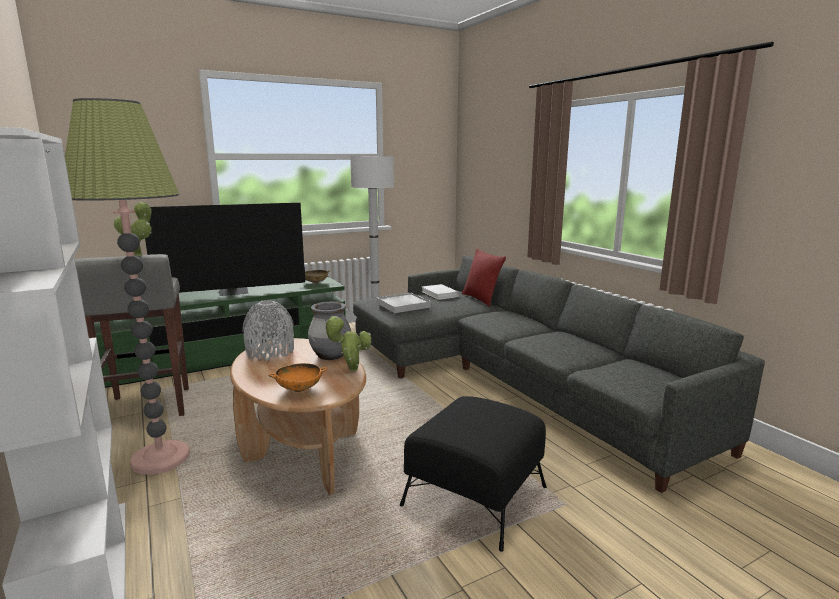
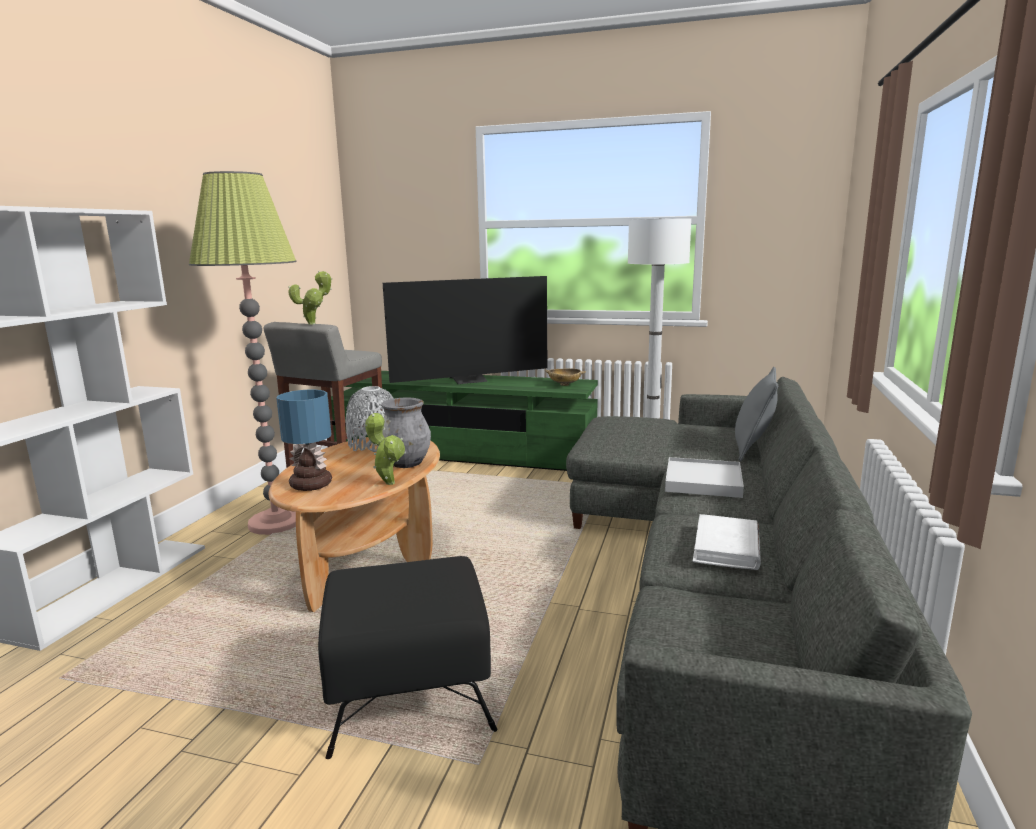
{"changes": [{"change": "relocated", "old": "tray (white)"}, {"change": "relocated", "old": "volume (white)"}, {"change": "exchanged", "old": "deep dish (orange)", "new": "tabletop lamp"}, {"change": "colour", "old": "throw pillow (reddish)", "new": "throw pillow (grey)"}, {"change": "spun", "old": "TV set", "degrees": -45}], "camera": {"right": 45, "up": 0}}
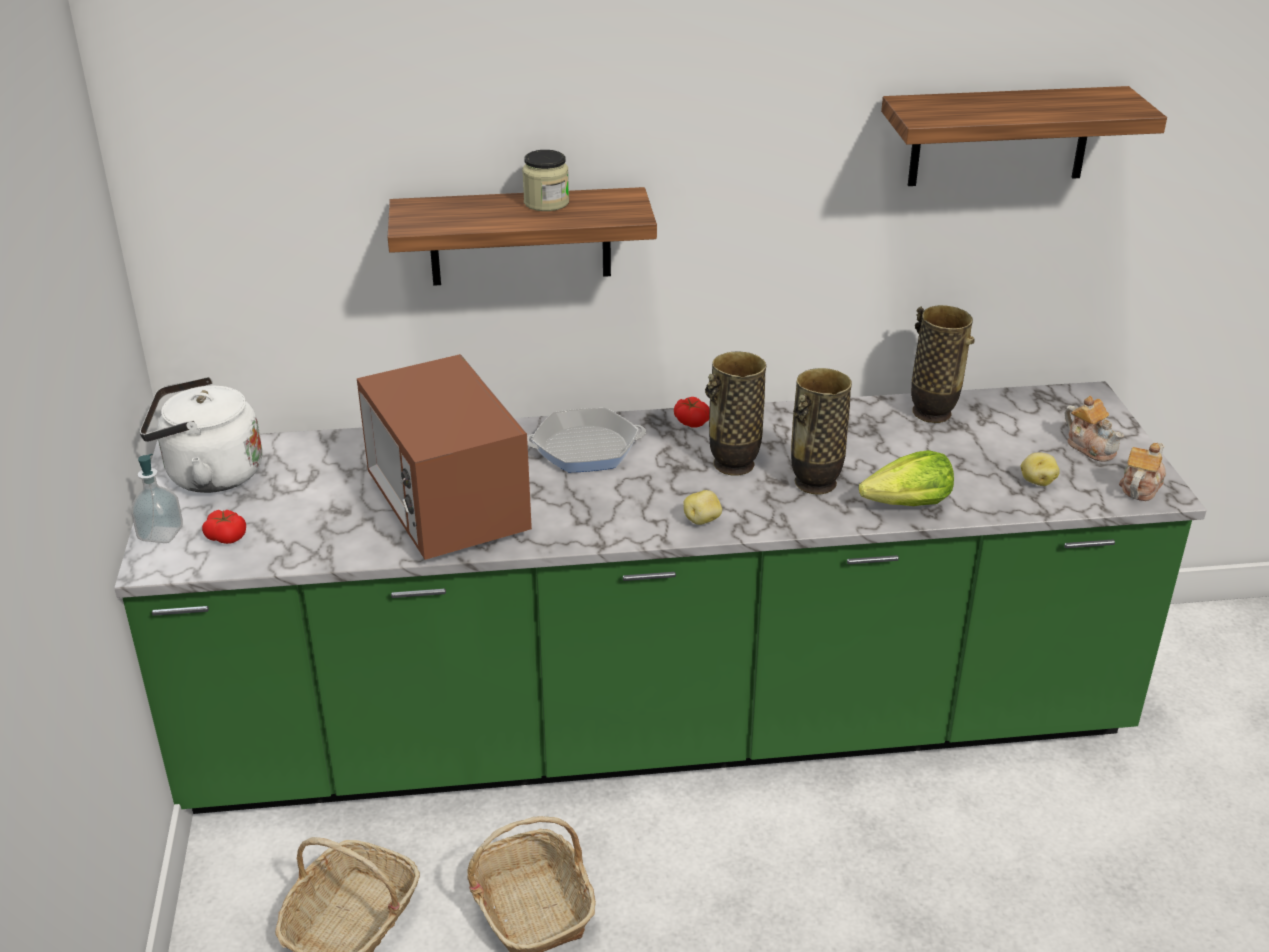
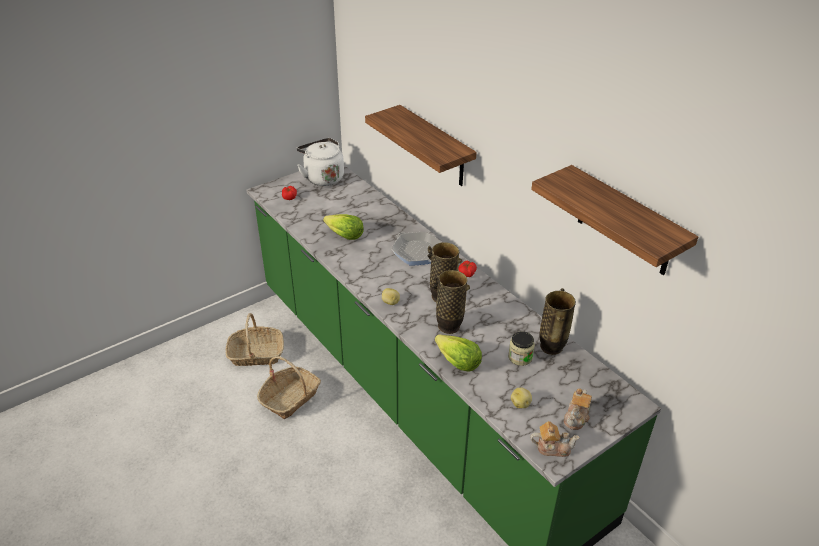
{"changes": [{"change": "missing", "old": "soap dispenser"}, {"change": "relocated", "old": "storage jar"}, {"change": "exchanged", "old": "microwave oven", "new": "head of lettuce (no. 1 from left)"}], "camera": {"right": 60, "up": 5}}
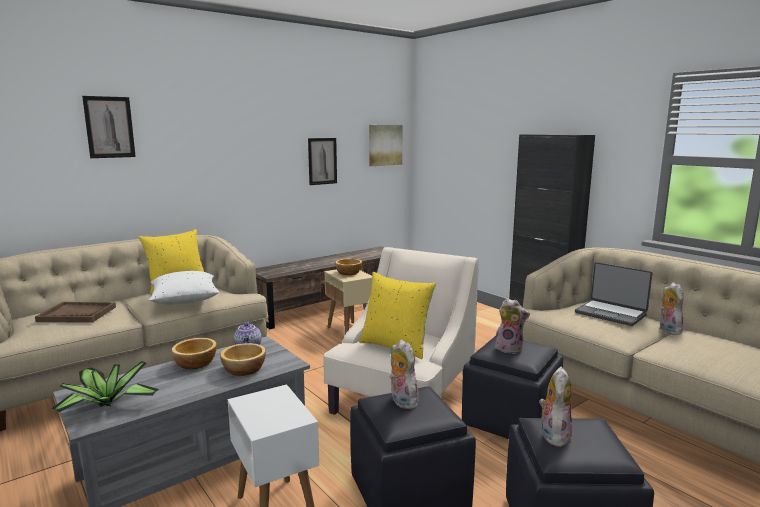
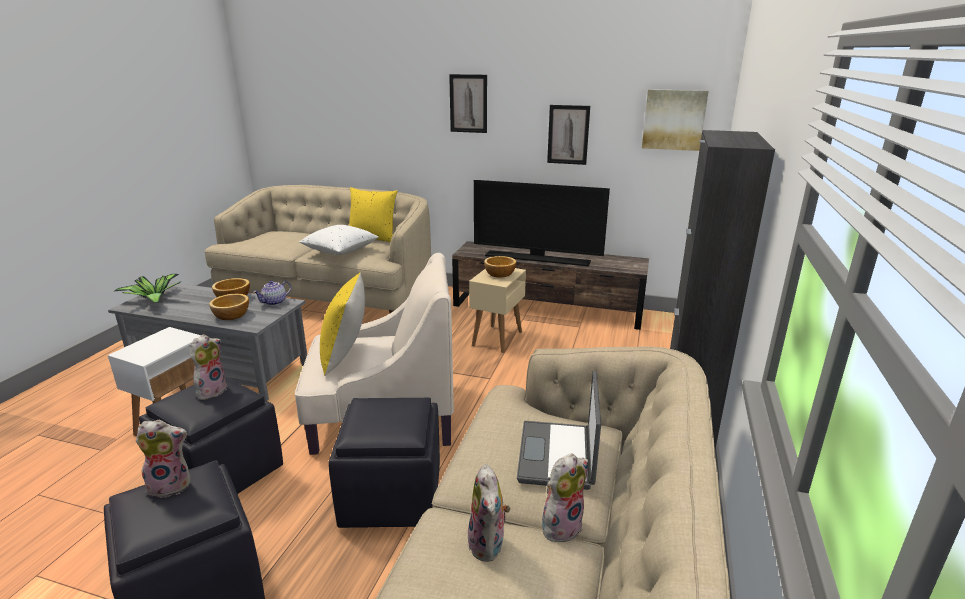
{"changes": [{"change": "missing", "old": "tray (brown)"}, {"change": "appeared", "new": "TV set"}, {"change": "relocated", "old": "picture (no. 1 from left)"}, {"change": "relocated", "old": "plush toy (no. 2 from left in the first image)", "new": "plush toy (no. 3 from left)"}], "camera": {"right": 55, "up": 10}}
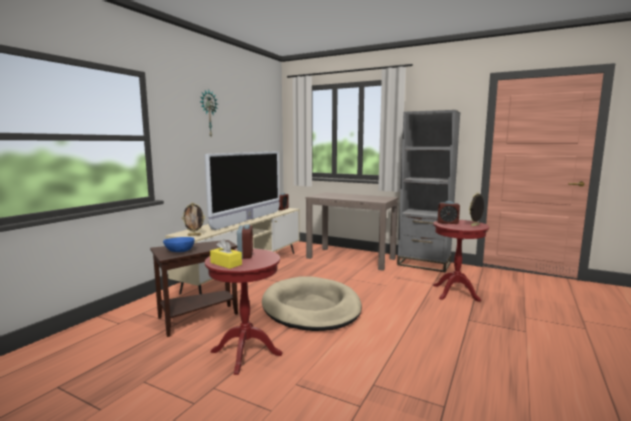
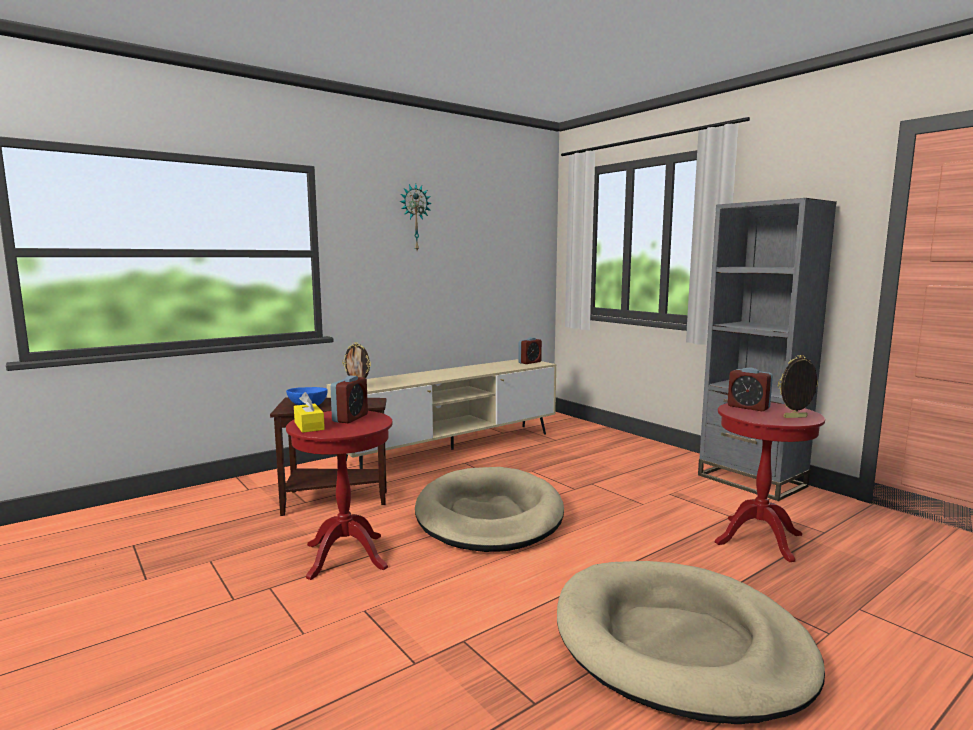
{"changes": [{"change": "missing", "old": "TV set"}, {"change": "missing", "old": "narrow table (brown)"}, {"change": "appeared", "new": "pet bed (beige) (no. 2 from left)"}], "camera": {"right": 25, "up": 0}}
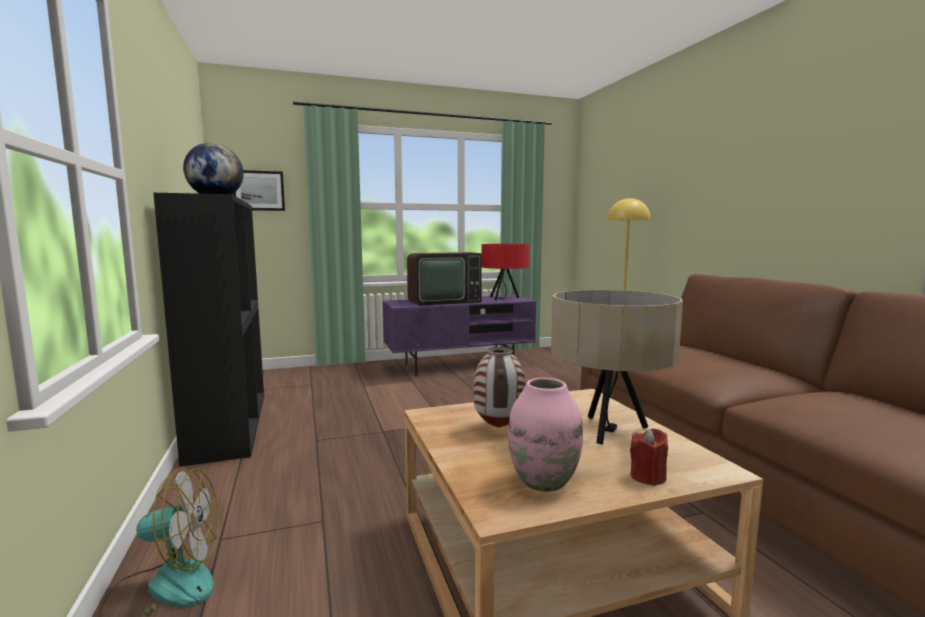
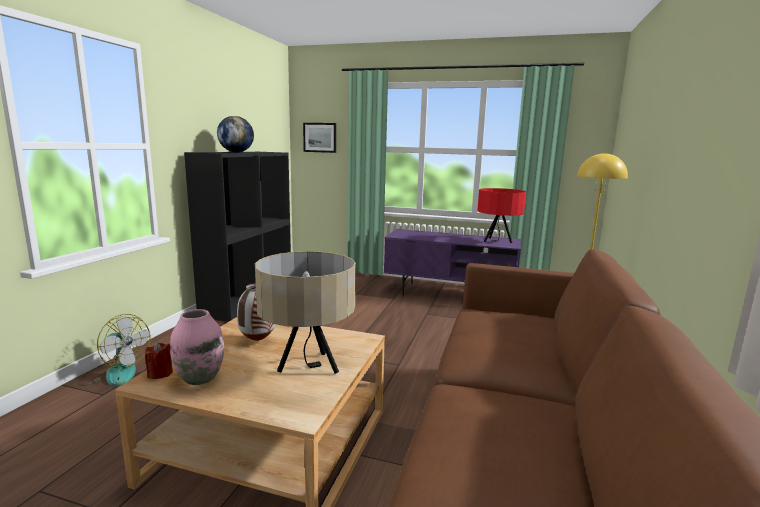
{"changes": [{"change": "missing", "old": "TV set"}, {"change": "relocated", "old": "wax light (reddish)"}], "camera": {"right": 35, "up": 5}}
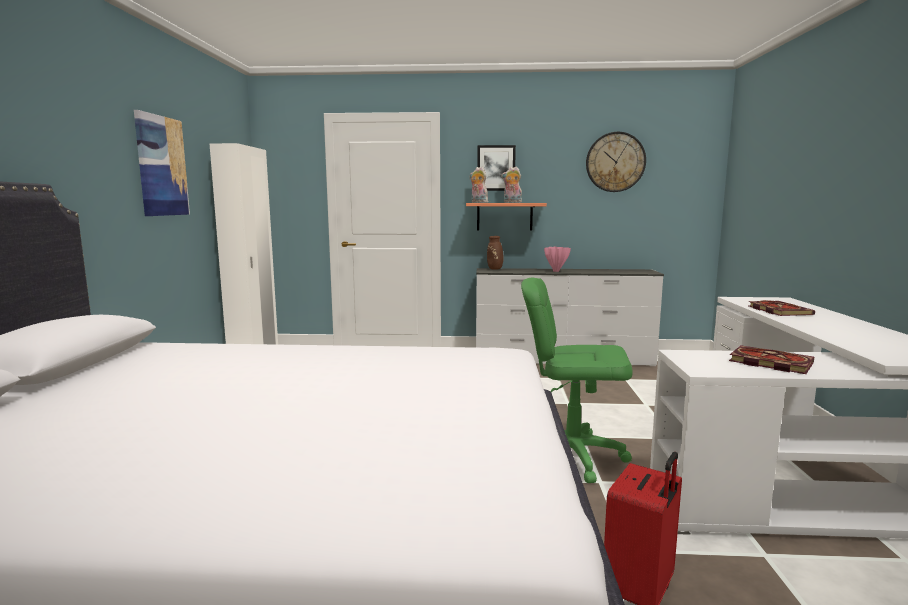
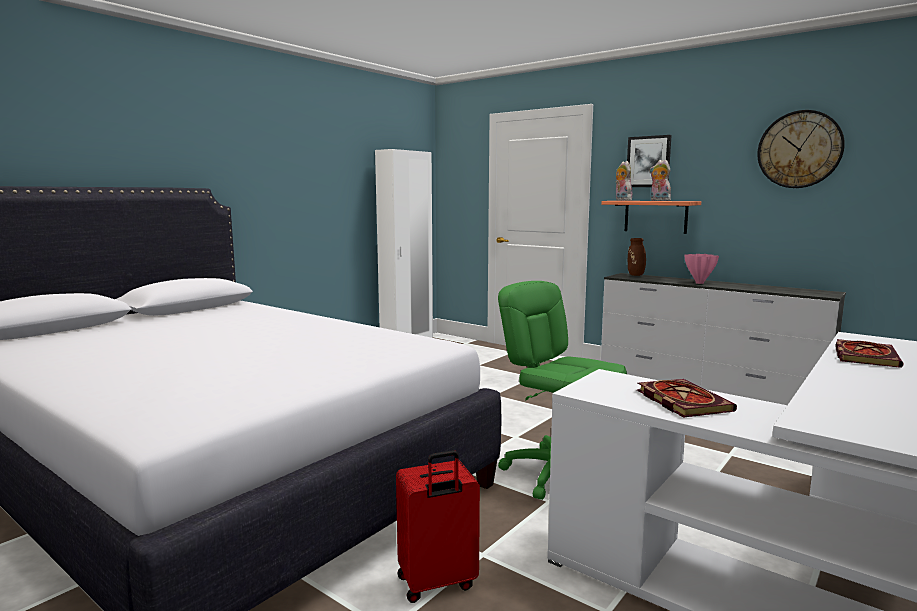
{"changes": [{"change": "missing", "old": "picture (no. 1 from left)"}], "camera": {"right": 35, "up": 0}}
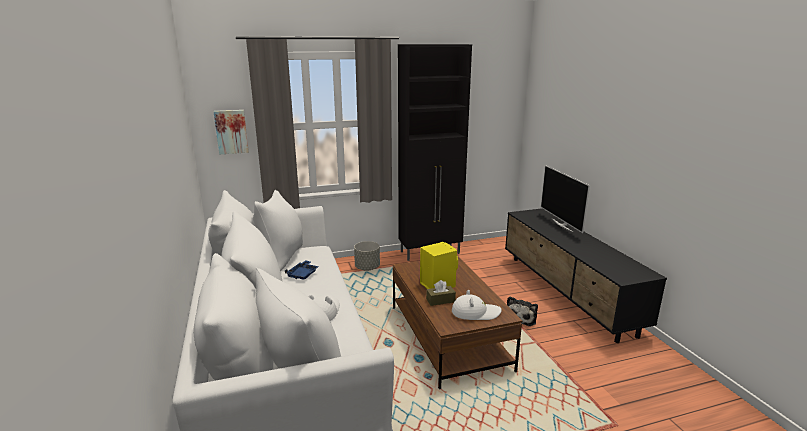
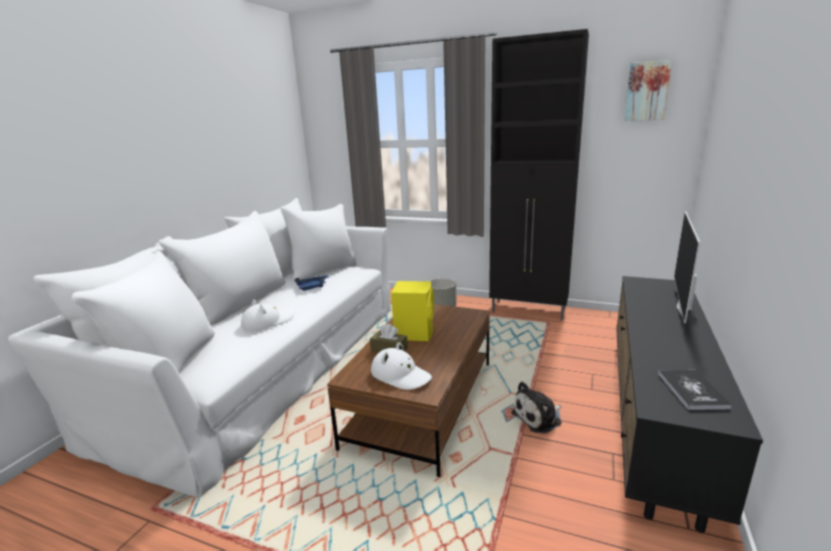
{"changes": [{"change": "appeared", "new": "volume"}, {"change": "relocated", "old": "picture"}], "camera": {"right": 40, "up": 0}}
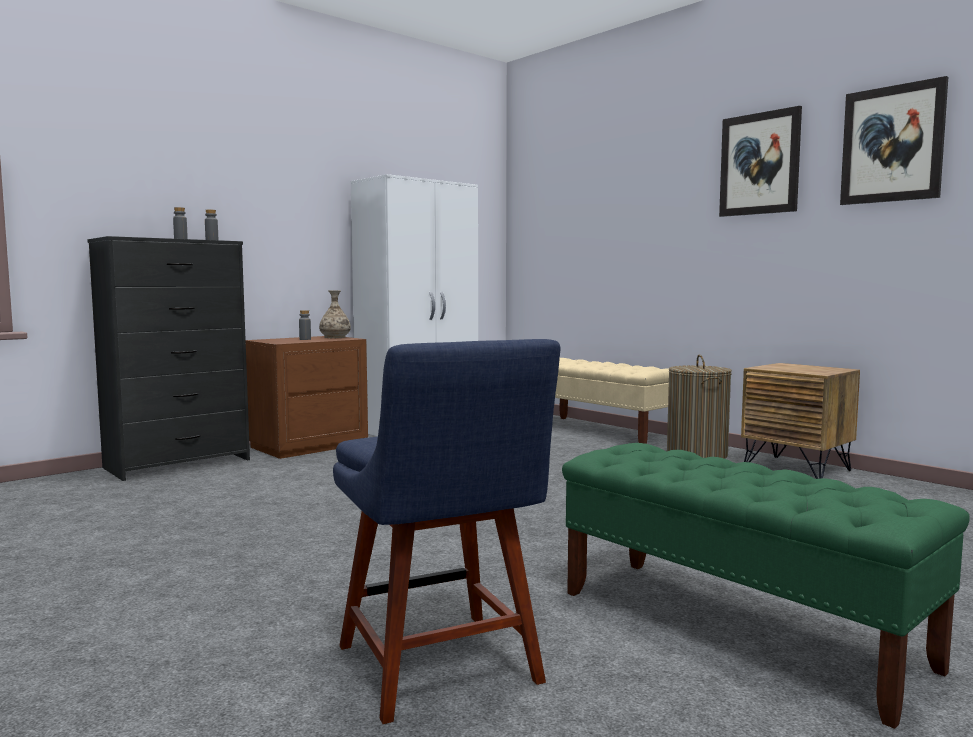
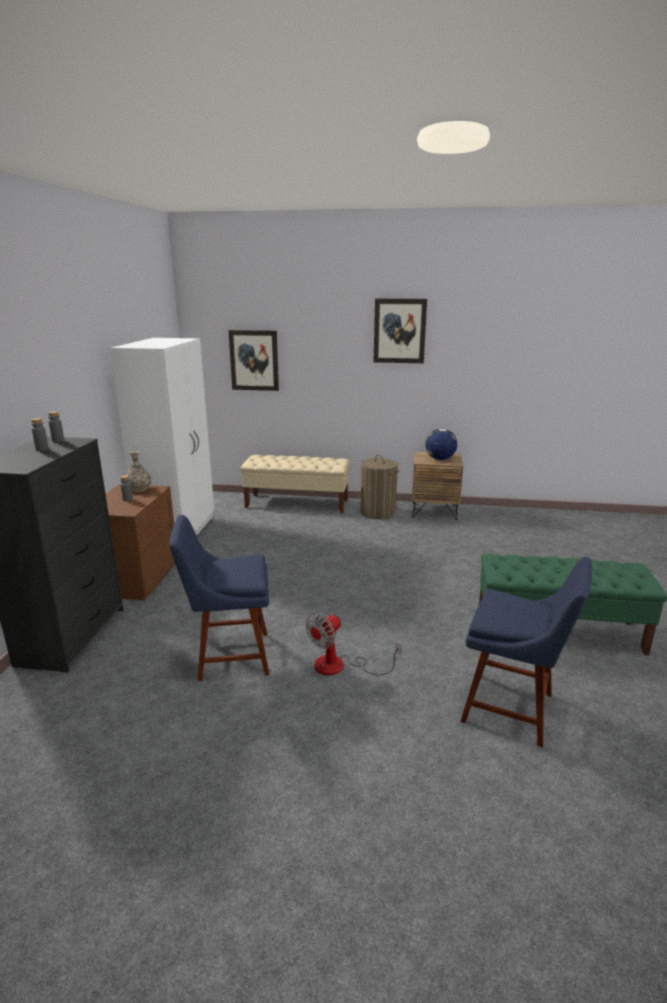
{"changes": [{"change": "appeared", "new": "chair (blue-coloured) (no. 1 from left)"}, {"change": "appeared", "new": "cooling fan"}, {"change": "appeared", "new": "desk globe"}, {"change": "relocated", "old": "picture (no. 2 from left in the first image)", "new": "picture (no. 1 from left)"}], "camera": {"right": -40, "up": 15}}
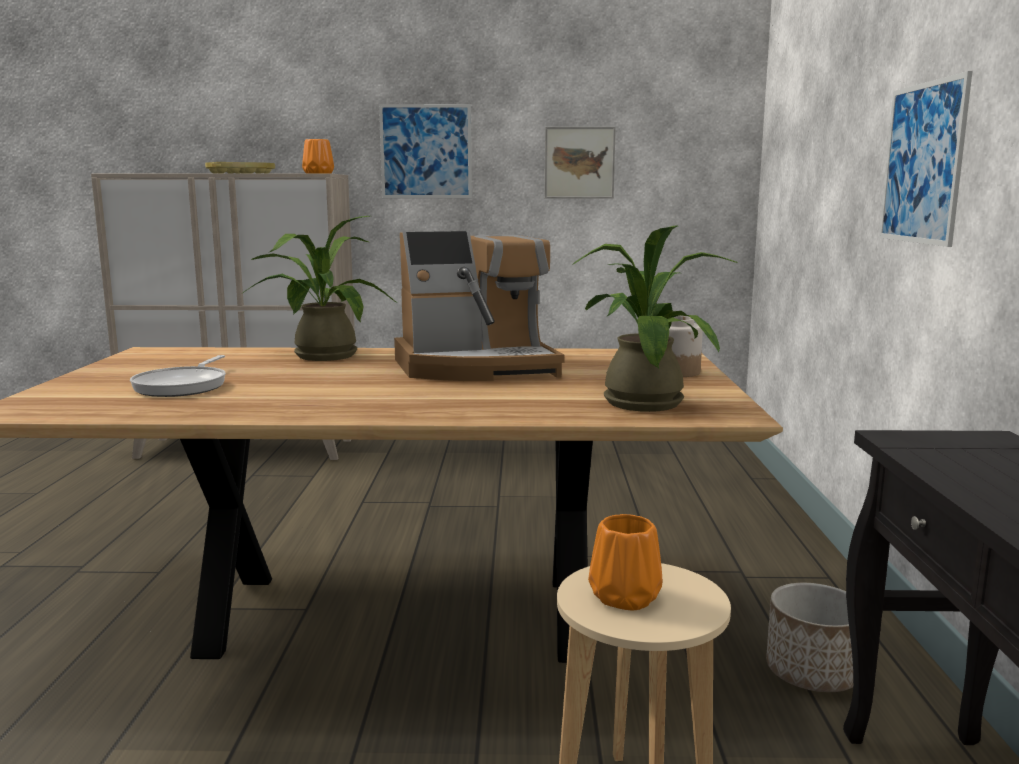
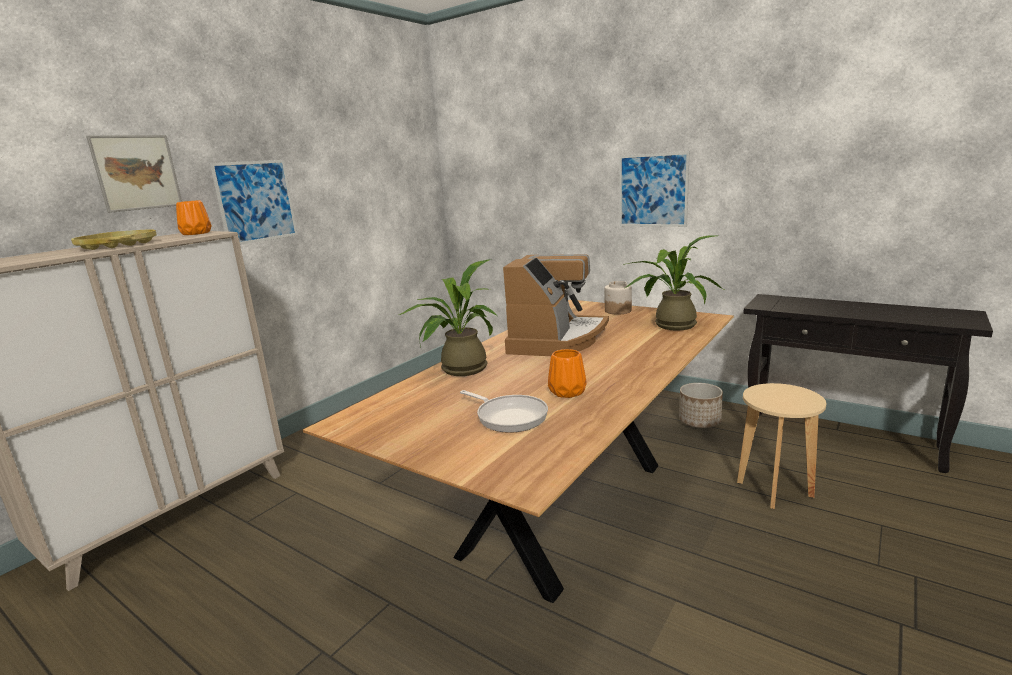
{"changes": [{"change": "relocated", "old": "picture (no. 2 from left in the first image)", "new": "picture (no. 1 from left)"}, {"change": "relocated", "old": "vase (orange) (no. 2 from left)"}], "camera": {"right": -55, "up": 5}}
